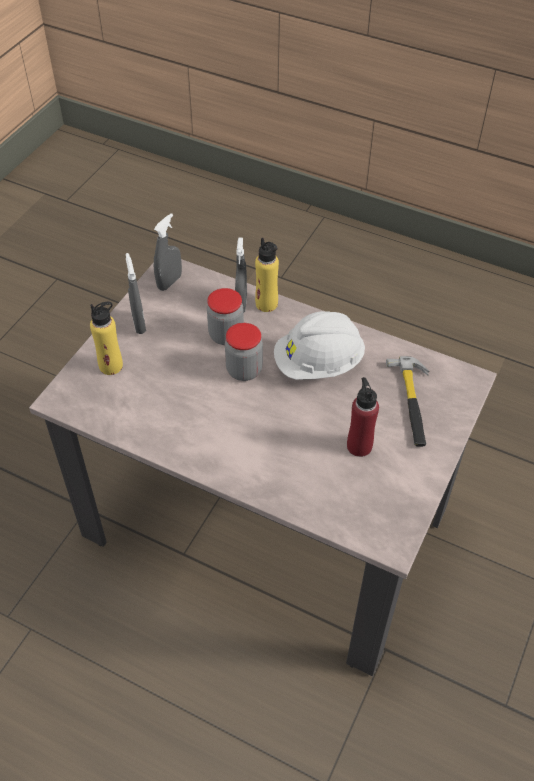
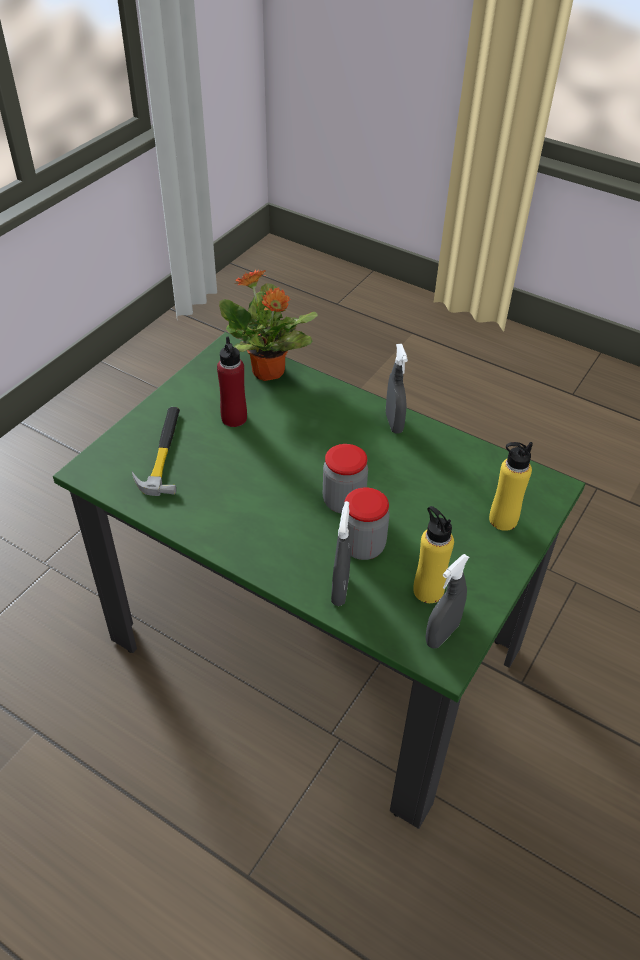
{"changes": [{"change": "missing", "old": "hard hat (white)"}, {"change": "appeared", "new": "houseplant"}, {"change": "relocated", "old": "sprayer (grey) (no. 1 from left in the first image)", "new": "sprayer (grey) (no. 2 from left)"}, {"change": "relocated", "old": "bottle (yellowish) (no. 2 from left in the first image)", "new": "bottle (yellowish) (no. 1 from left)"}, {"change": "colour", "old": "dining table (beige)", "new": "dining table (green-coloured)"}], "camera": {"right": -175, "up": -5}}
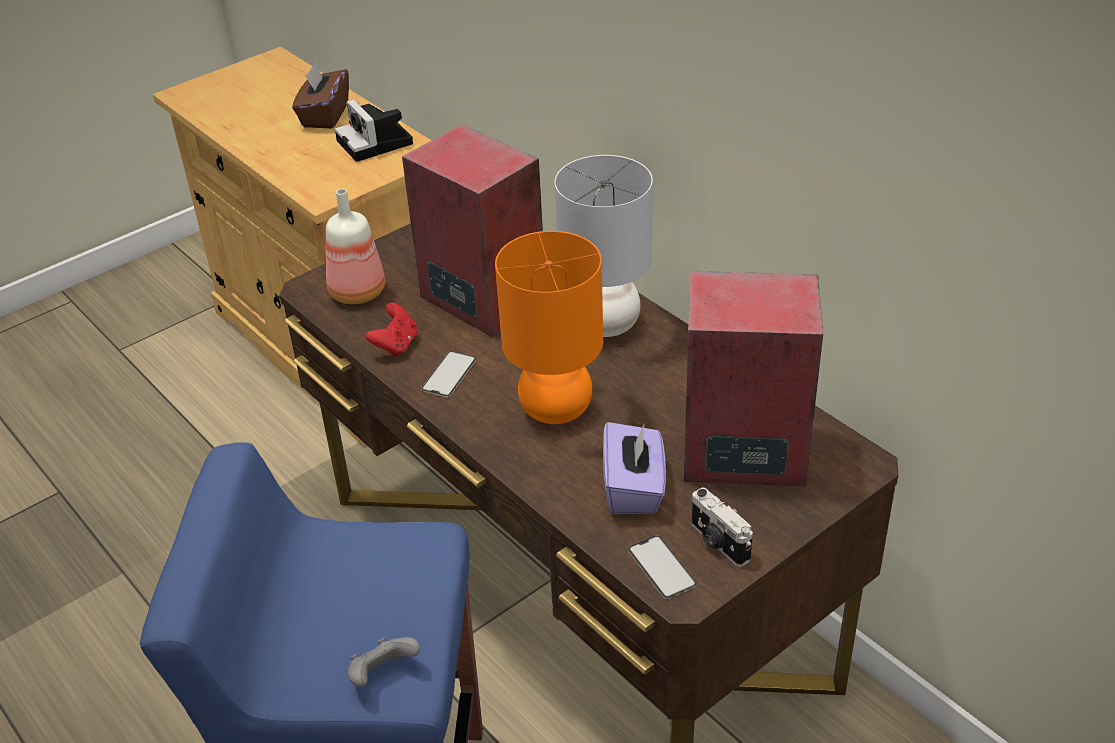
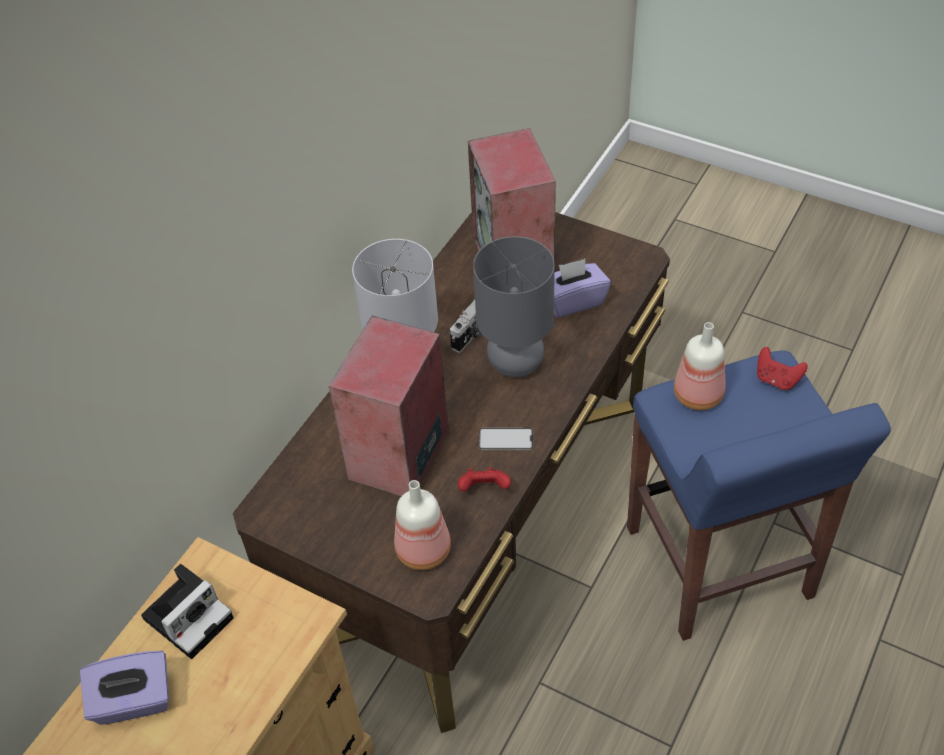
{"changes": [{"change": "missing", "old": "phone (no. 2 from left)"}, {"change": "appeared", "new": "bottle (no. 2 from left)"}, {"change": "relocated", "old": "still camera (no. 2 from left)"}, {"change": "colour", "old": "tissue box (brown)", "new": "tissue box (purple-coloured) (no. 1 from left)"}, {"change": "colour", "old": "game controller (grey)", "new": "game controller (reddish) (no. 2 from left)"}, {"change": "colour", "old": "tabletop lamp (orange)", "new": "tabletop lamp (grey) (no. 2 from left)"}], "camera": {"right": -110, "up": 10}}
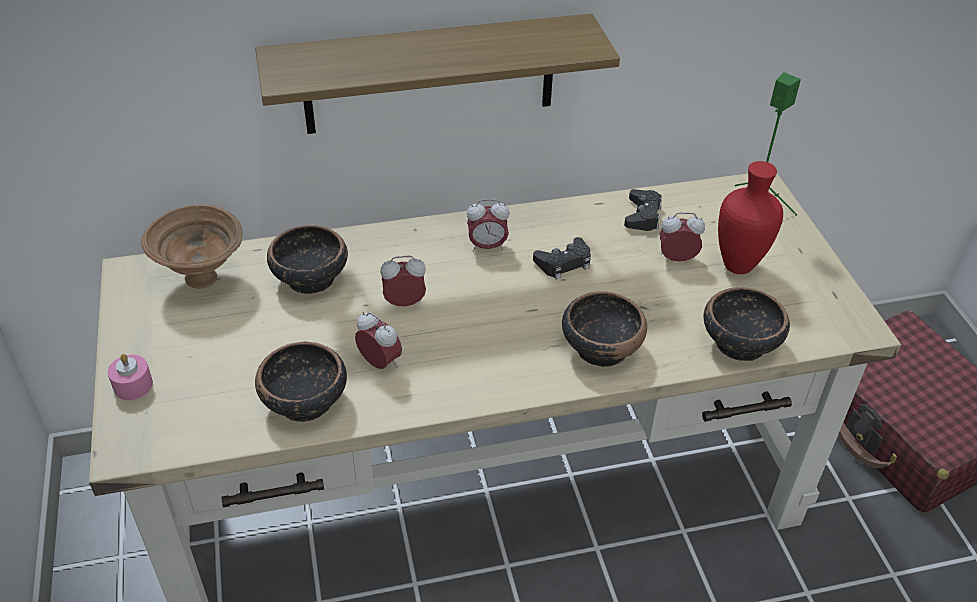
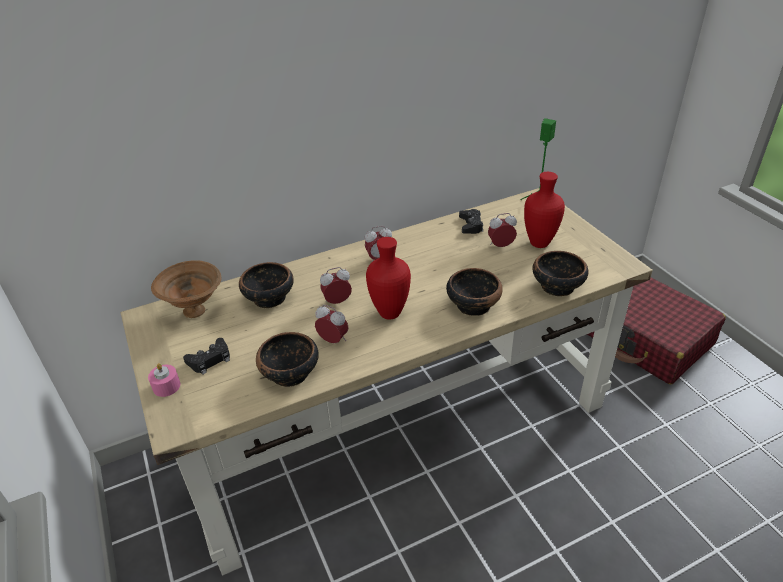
{"changes": [{"change": "missing", "old": "shelf"}, {"change": "appeared", "new": "vase (reddish) (no. 1 from left)"}, {"change": "relocated", "old": "game controller (blackish) (no. 1 from left)"}], "camera": {"right": -10, "up": -5}}
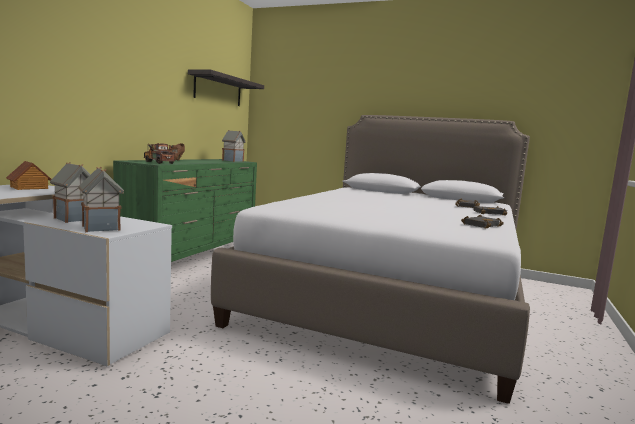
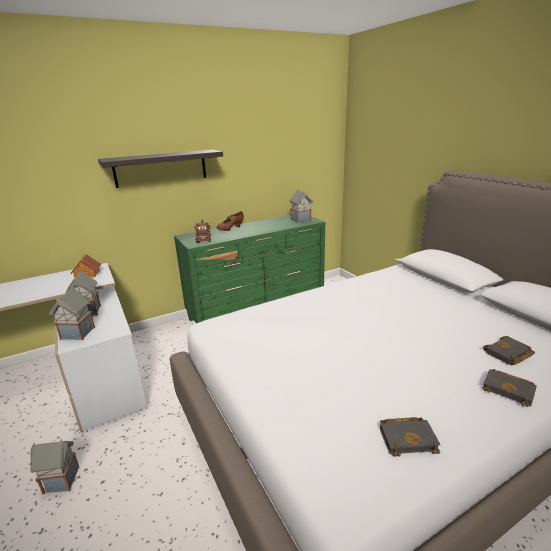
{"changes": [{"change": "appeared", "new": "miniature house (no. 1 from left)"}, {"change": "relocated", "old": "shelf"}], "camera": {"right": 40, "up": 15}}
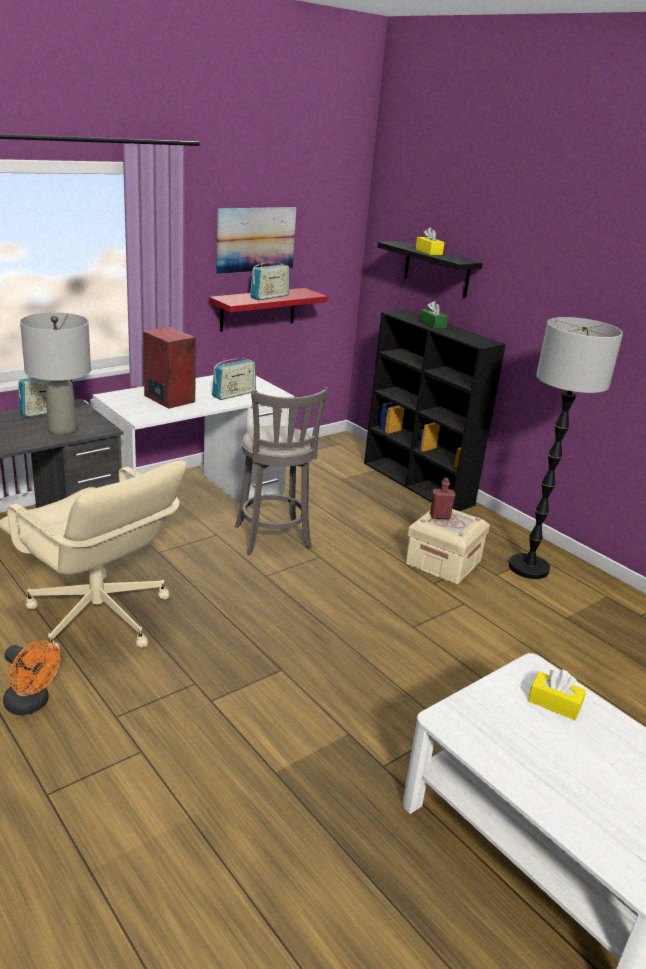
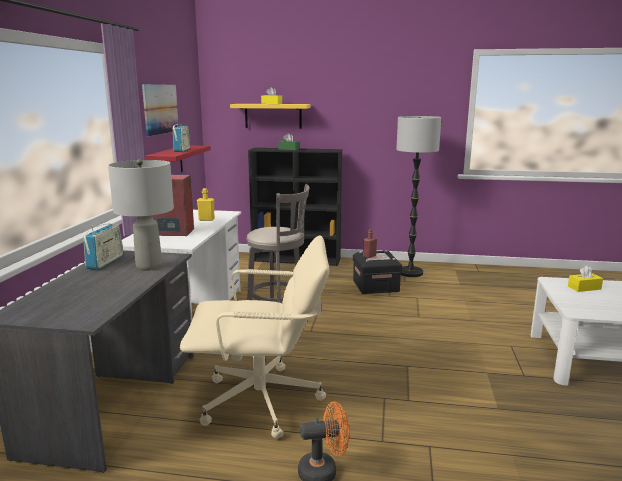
{"changes": [{"change": "exchanged", "old": "radio (no. 2 from left)", "new": "bottle (yellowish)"}, {"change": "colour", "old": "shelf (blackish)", "new": "shelf (yellowish)"}, {"change": "colour", "old": "storage bin (beige)", "new": "storage bin (blackish)"}], "camera": {"right": -40, "up": -10}}
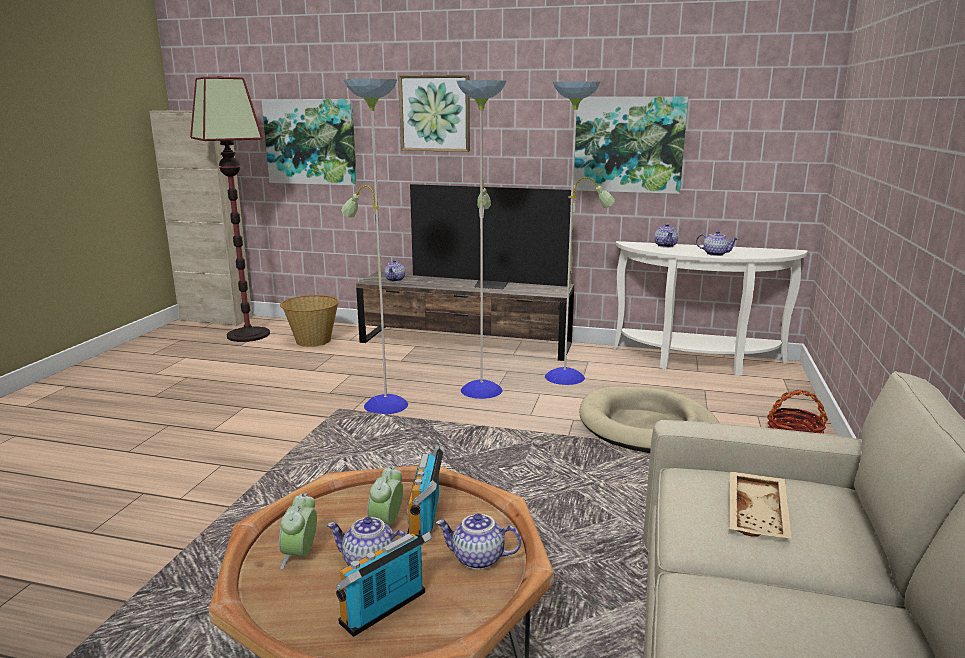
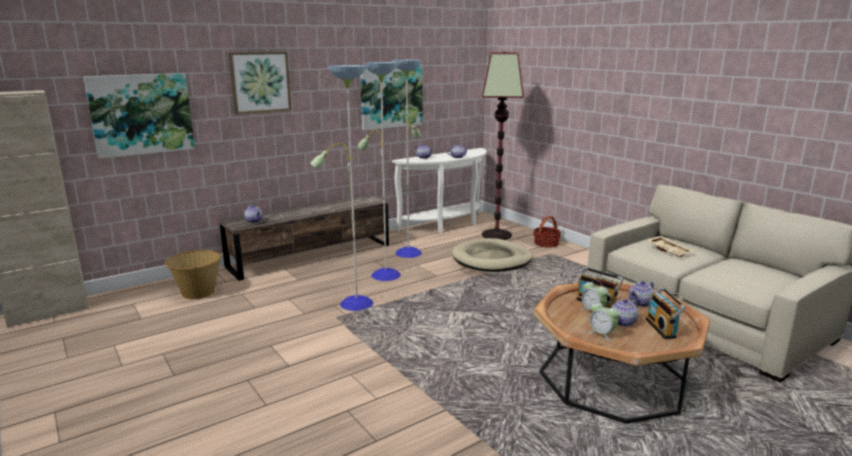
{"changes": [{"change": "missing", "old": "TV set"}, {"change": "relocated", "old": "floor lamp (no. 1 from left in the first image)", "new": "floor lamp (no. 2 from left)"}], "camera": {"right": -50, "up": 0}}
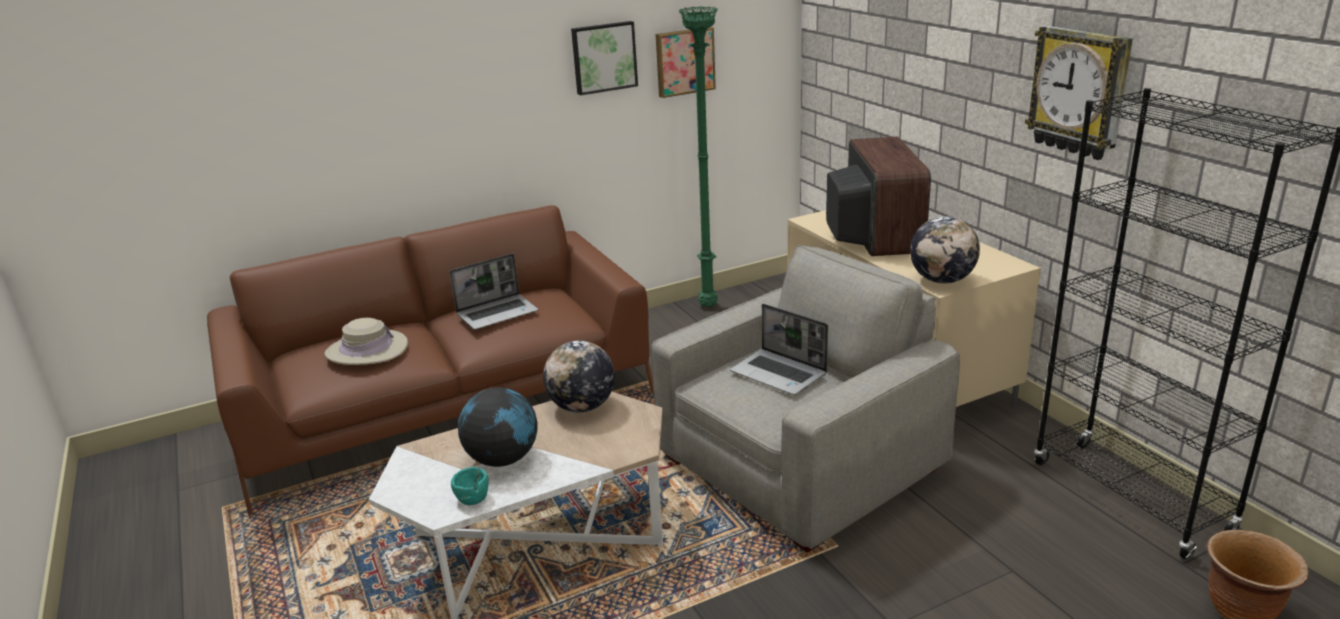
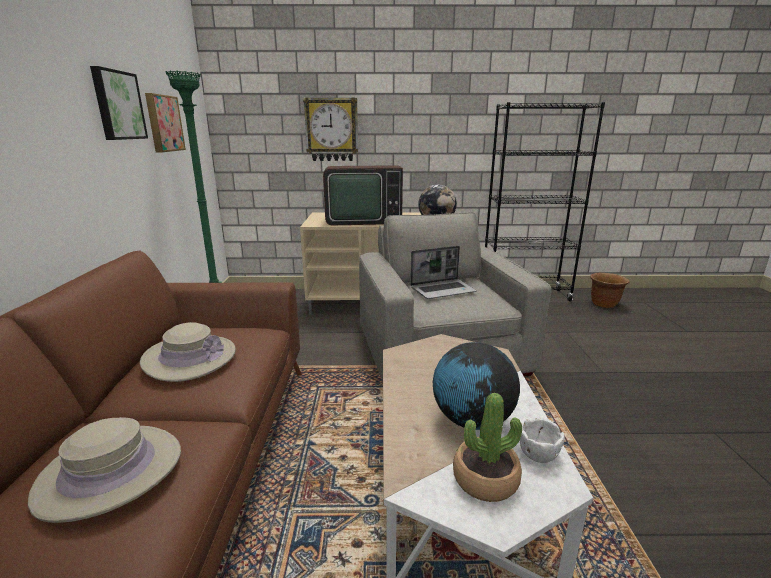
{"changes": [{"change": "missing", "old": "desk globe (no. 2 from left)"}, {"change": "appeared", "new": "houseplant"}, {"change": "relocated", "old": "clock on the wall"}, {"change": "exchanged", "old": "portable computer (no. 1 from left)", "new": "wearable hat (beige) (no. 2 from left)"}, {"change": "colour", "old": "deep dish (blue-green)", "new": "deep dish (white)"}, {"change": "spun", "old": "TV set", "degrees": 150}], "camera": {"right": -65, "up": -5}}
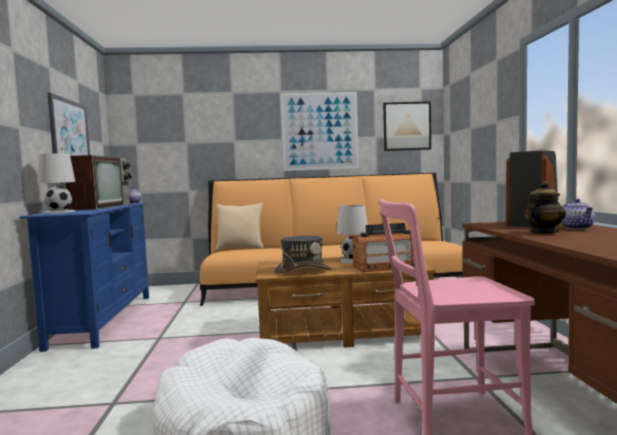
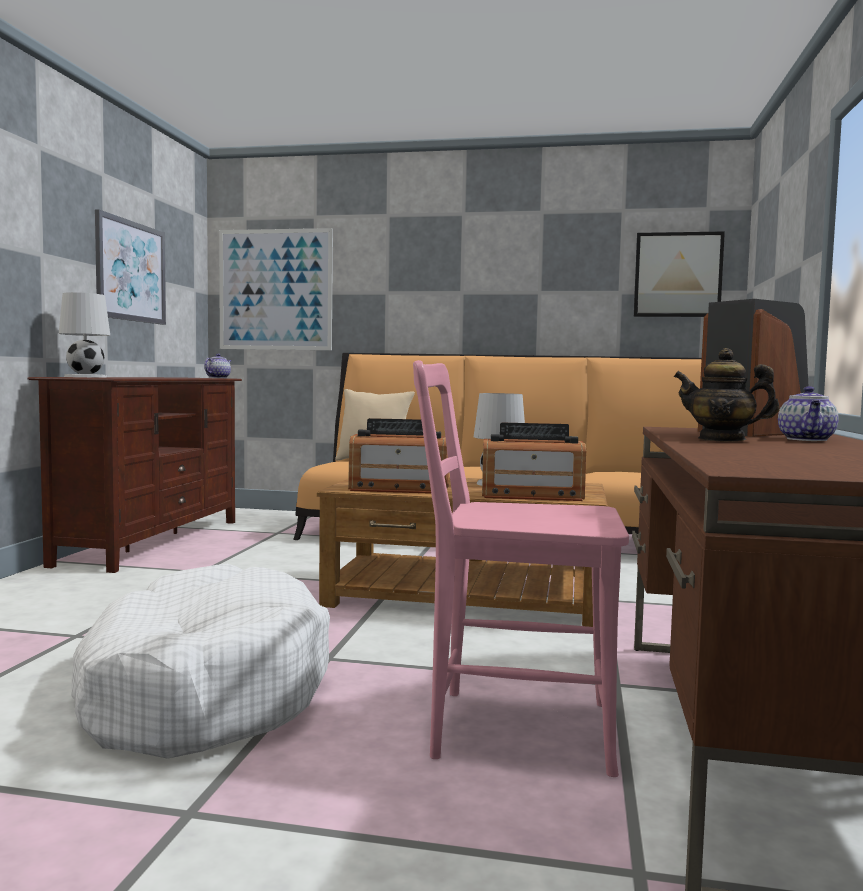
{"changes": [{"change": "missing", "old": "TV set"}, {"change": "relocated", "old": "picture (no. 2 from left)"}, {"change": "exchanged", "old": "wearable hat (grey)", "new": "radio (no. 1 from left)"}, {"change": "colour", "old": "tv stand (blue-coloured)", "new": "tv stand (brown)"}, {"change": "spun", "old": "tea pot (no. 2 from left)", "degrees": -135}], "camera": {"right": 15, "up": 0}}
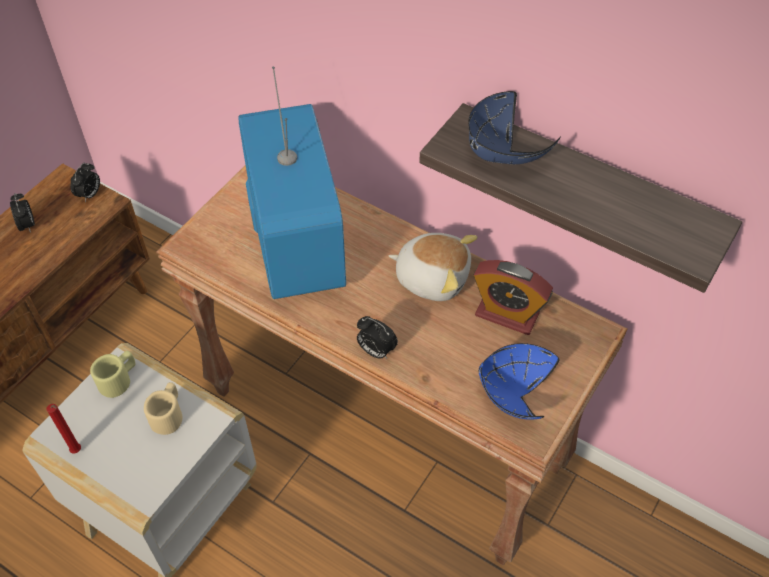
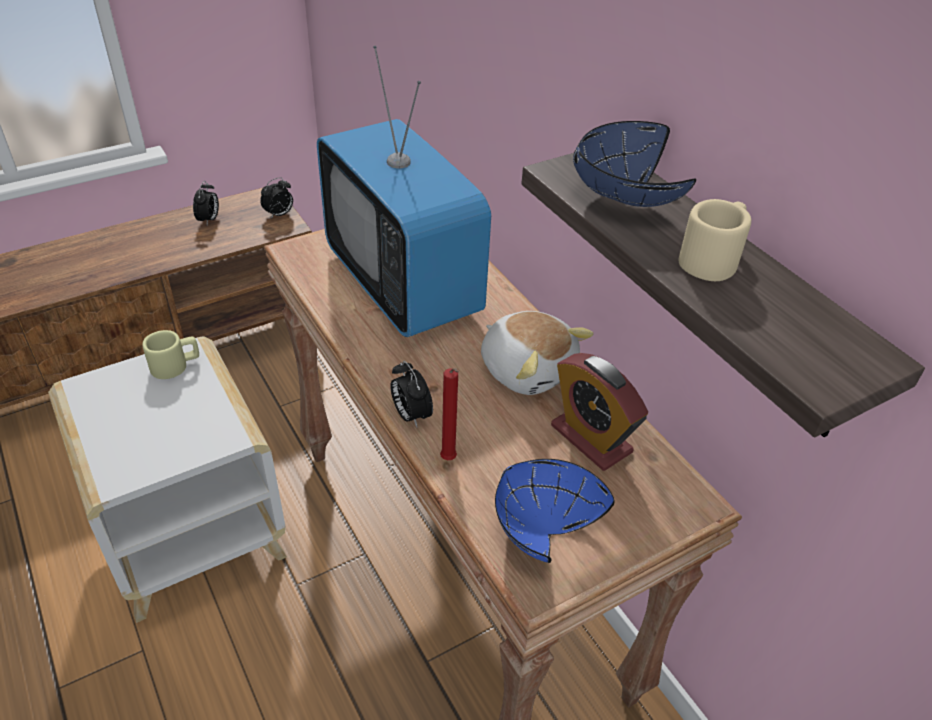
{"changes": [{"change": "relocated", "old": "wax light (reddish)"}, {"change": "relocated", "old": "coffee mug (beige) (no. 2 from left)"}, {"change": "spun", "old": "TV set", "degrees": 135}], "camera": {"right": 25, "up": -10}}
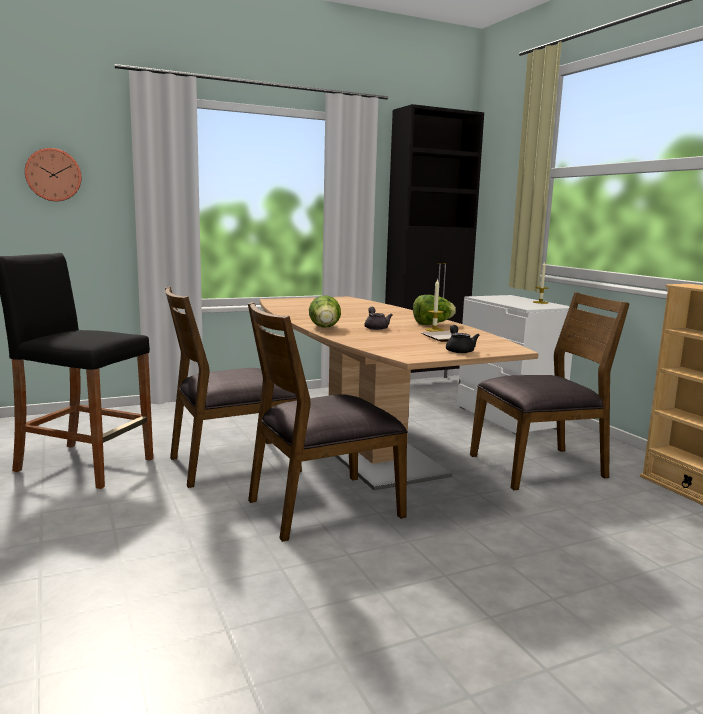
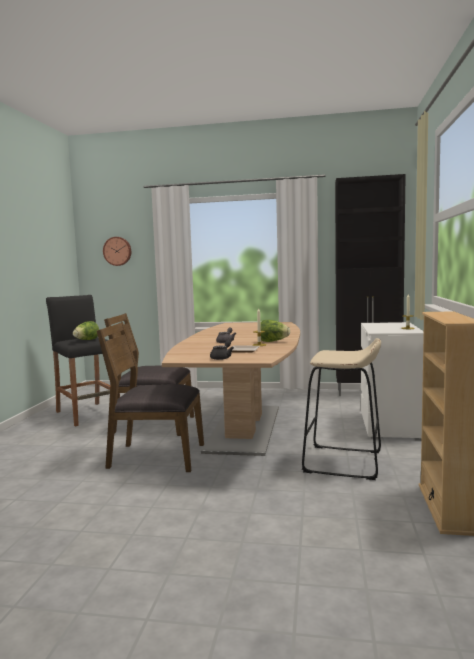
{"changes": [{"change": "relocated", "old": "head of lettuce (no. 1 from left)"}, {"change": "exchanged", "old": "chair (brown) (no. 3 from left)", "new": "stool (beige)"}], "camera": {"right": 35, "up": -5}}
